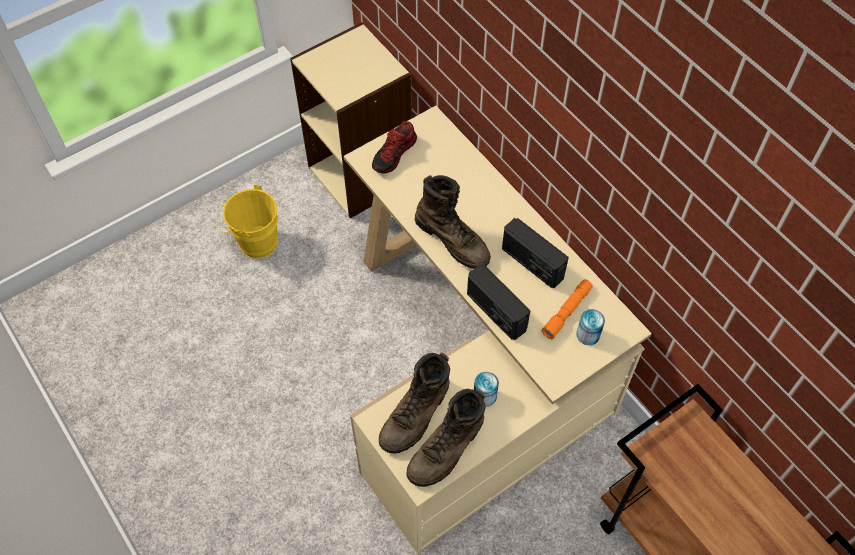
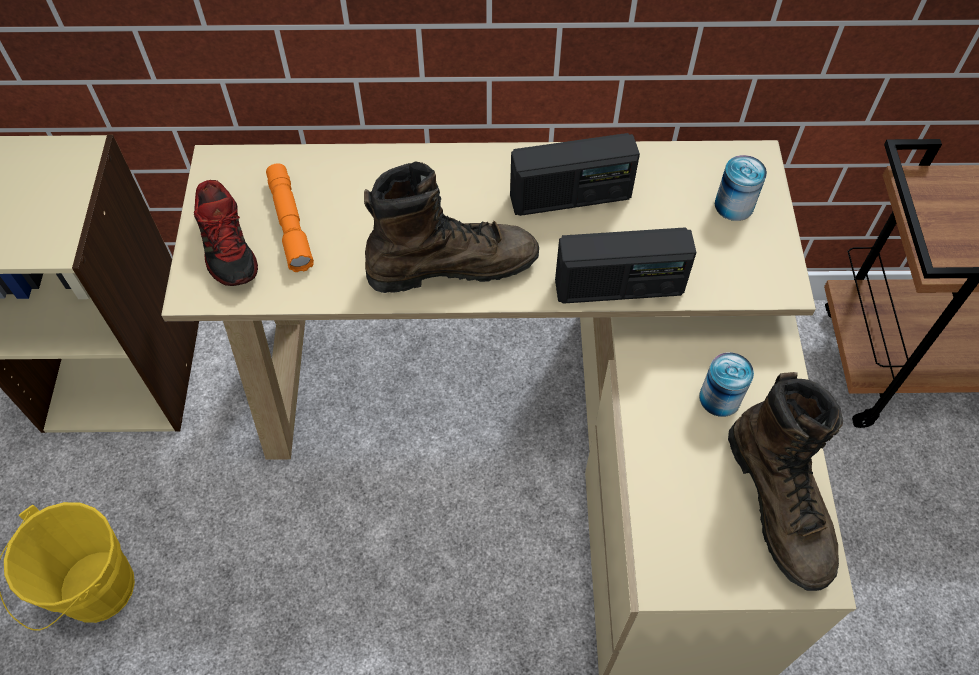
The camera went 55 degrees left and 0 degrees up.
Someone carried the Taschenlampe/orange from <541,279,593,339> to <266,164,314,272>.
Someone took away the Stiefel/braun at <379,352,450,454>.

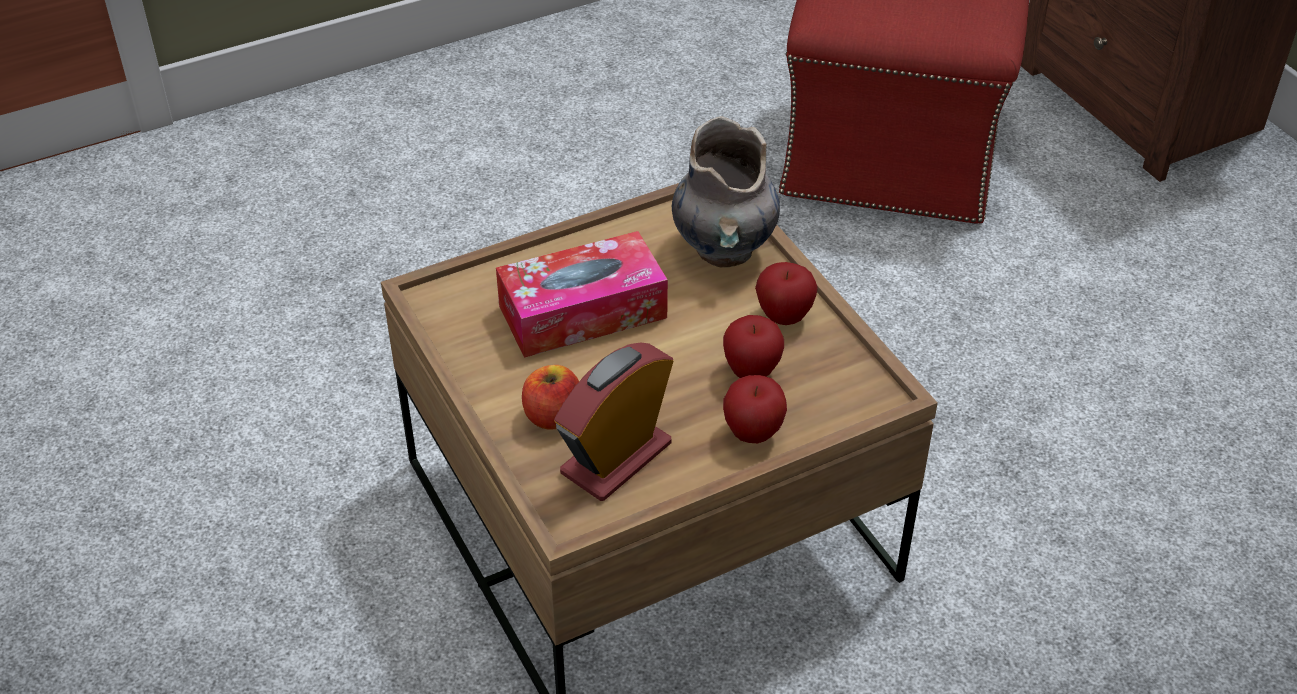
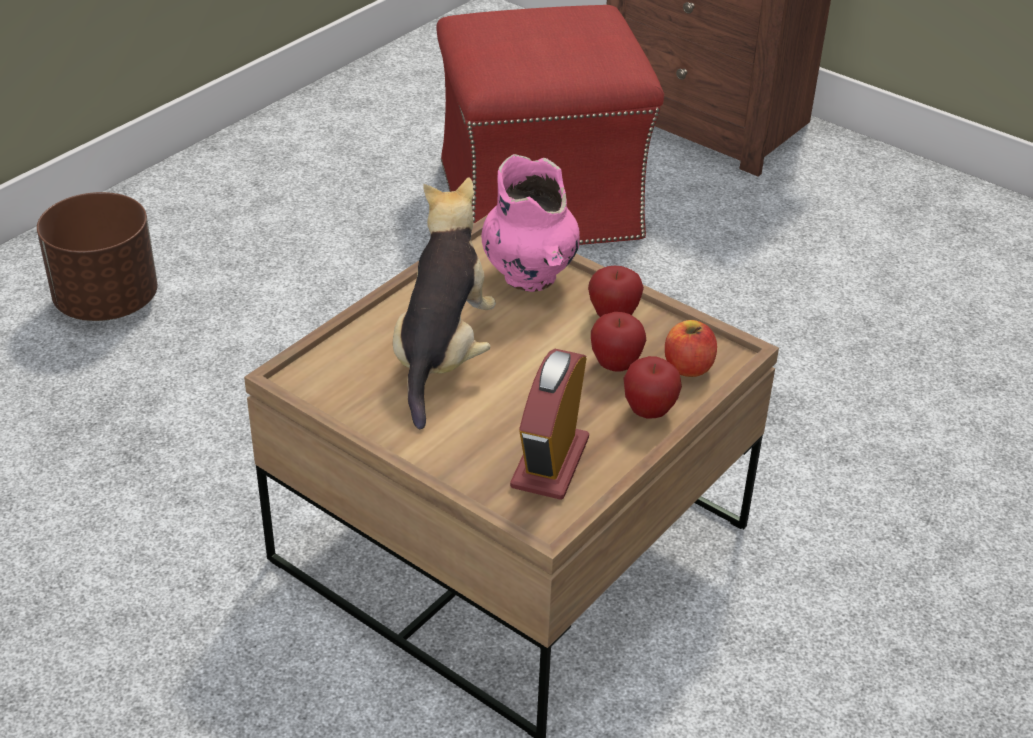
The camera went 25 degrees left and 5 degrees down.
Someone put down the Pflanzkübel/braun at <37,192,158,321>.
Someone swapped the Taschentuchbox at <496,231,668,357> for the Plüschtier at <393,177,496,429>.
Someone repainted the Vase/grau at <672,116,780,268>, which became the Vase/rosa at <481,154,580,292>.
Someone carried the Apfel from <522,365,579,430> to <665,320,717,377>.

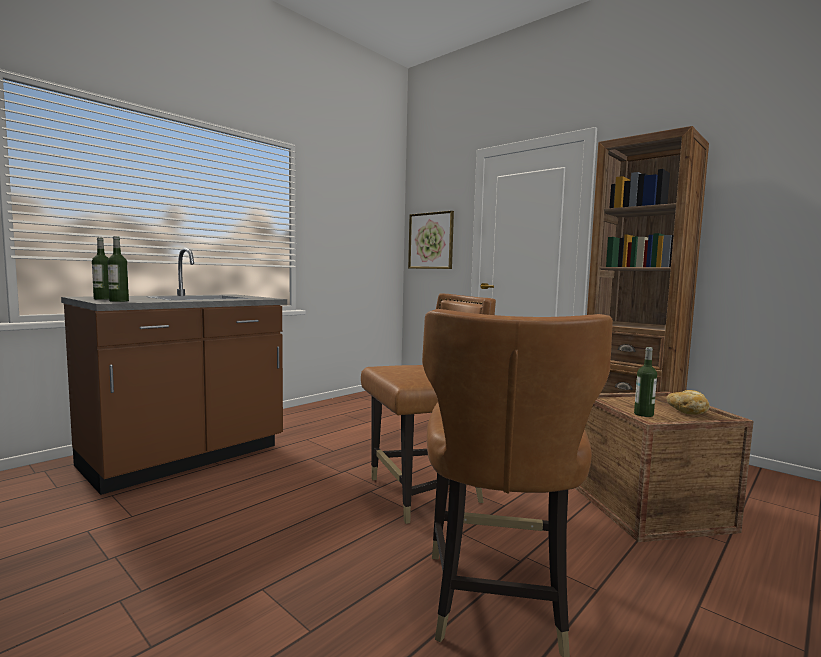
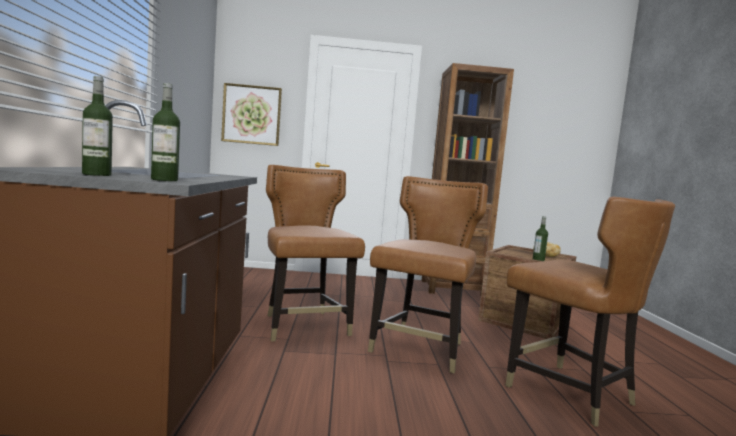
The camera went 45 degrees left and 0 degrees up.
Someone put down the Stuhl/braun at <266,165,365,342>.

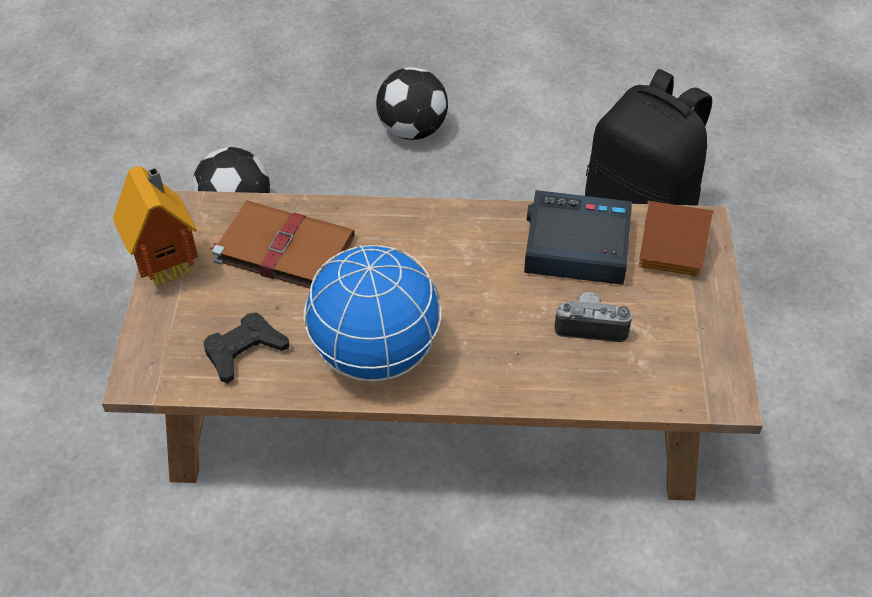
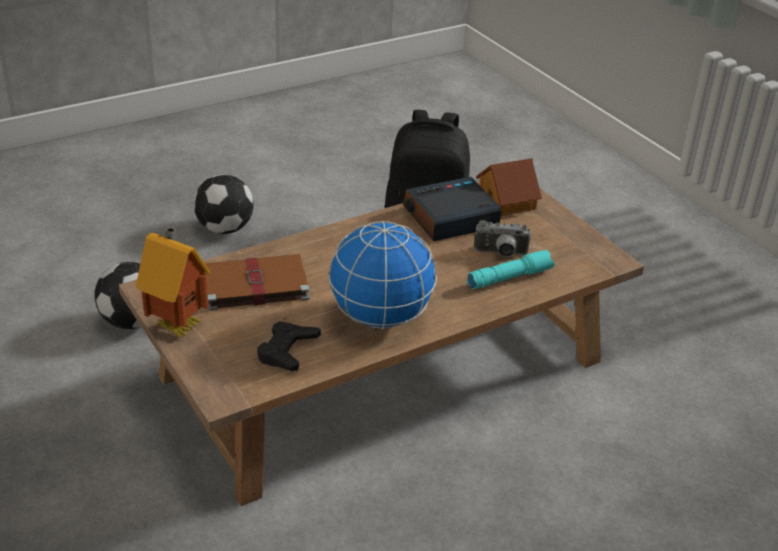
The camera went 35 degrees left and 15 degrees down.
Someone put down the Taschenlampe/türkis at <467,250,554,289>.
Someone rotated the Kamera at <555,292,633,342> by 150 degrees counterclockwise.

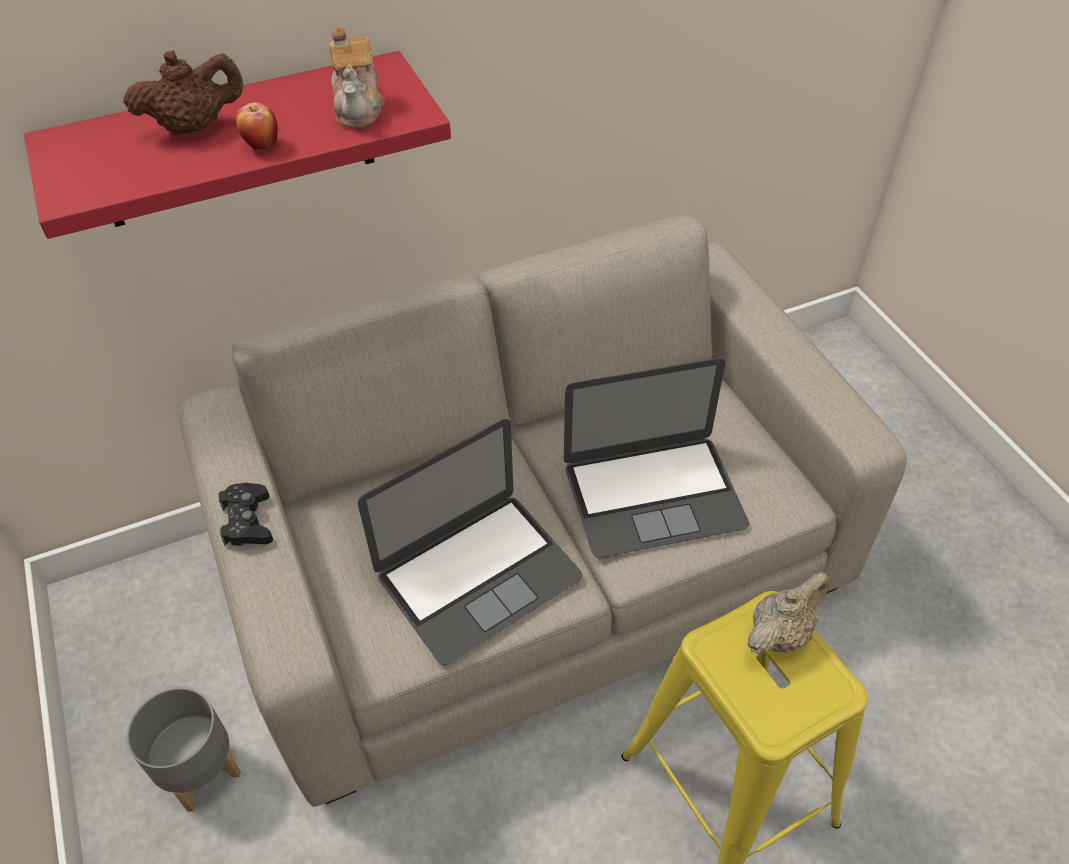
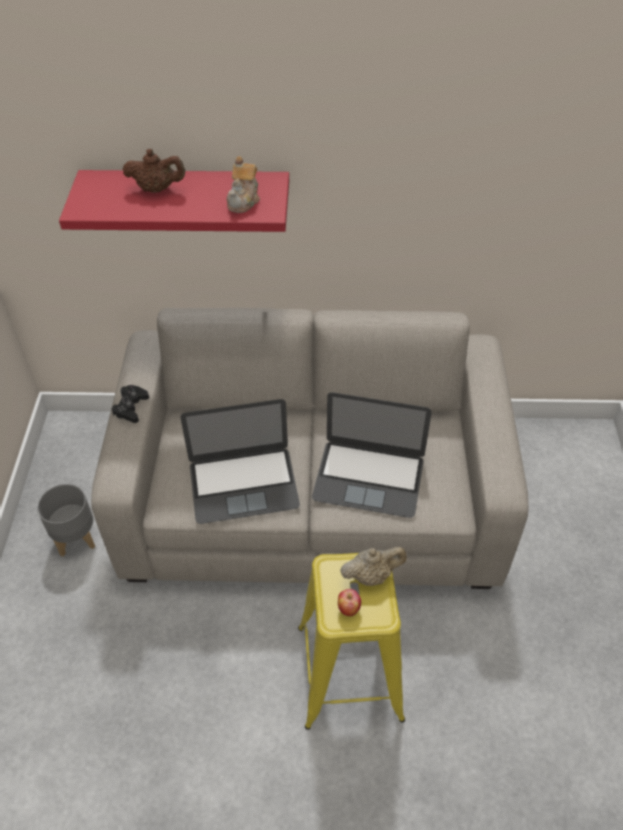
The camera went 25 degrees right and 0 degrees up.
Someone carried the Apfel from <235,102,278,151> to <338,589,361,616>.

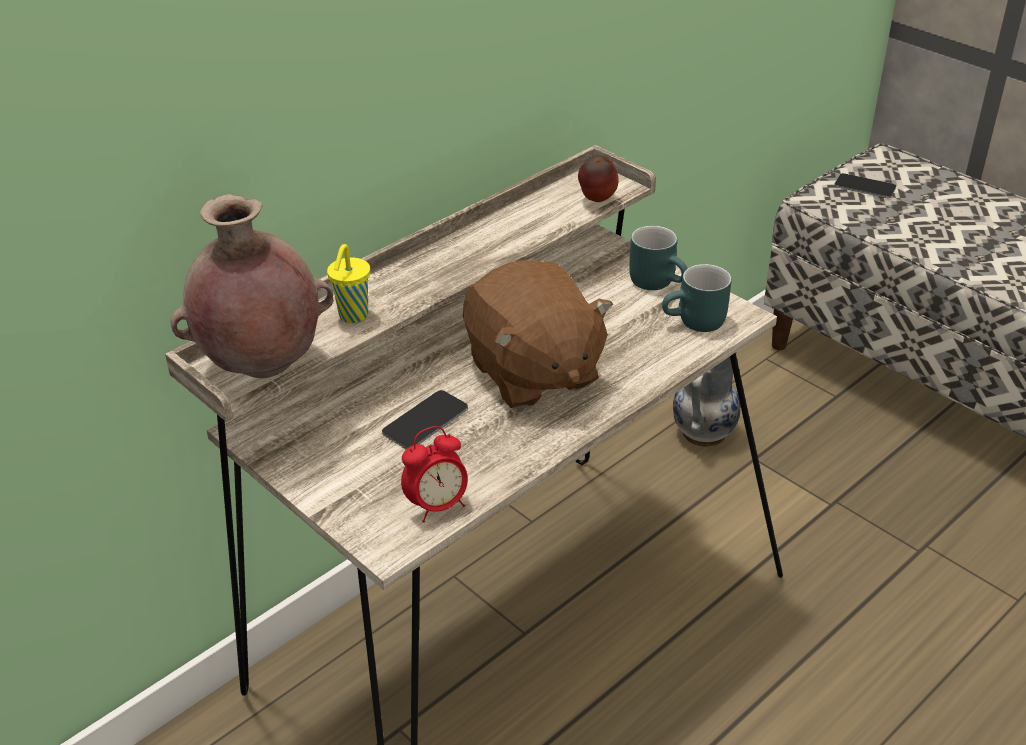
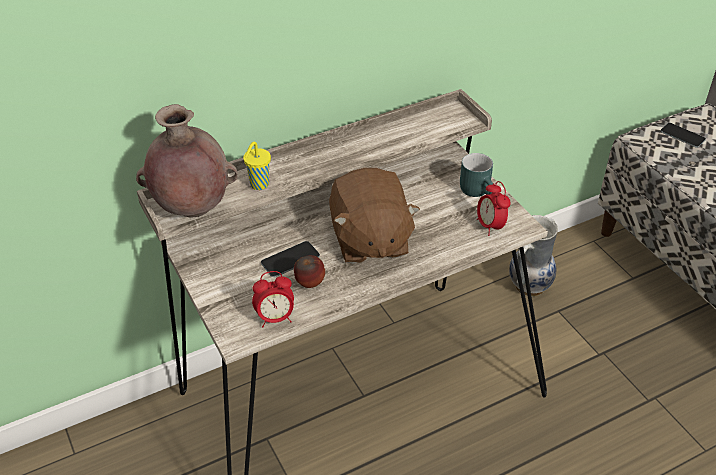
The camera went 15 degrees right and 5 degrees up.
Someone carried the Apfel from <578,155,619,202> to <294,255,325,288>.
Someone swapped the Henkelbecher/türkis at <662,264,732,332> for the Wecker at <477,181,511,236>.

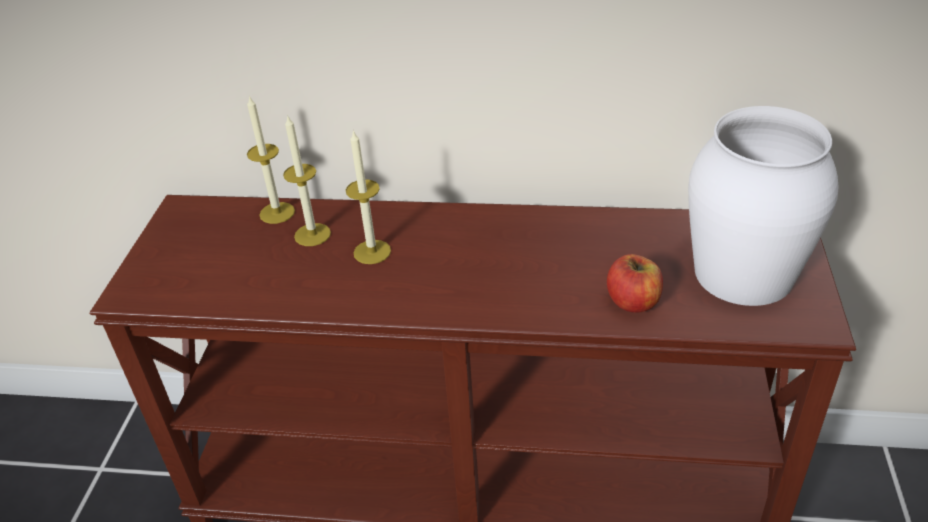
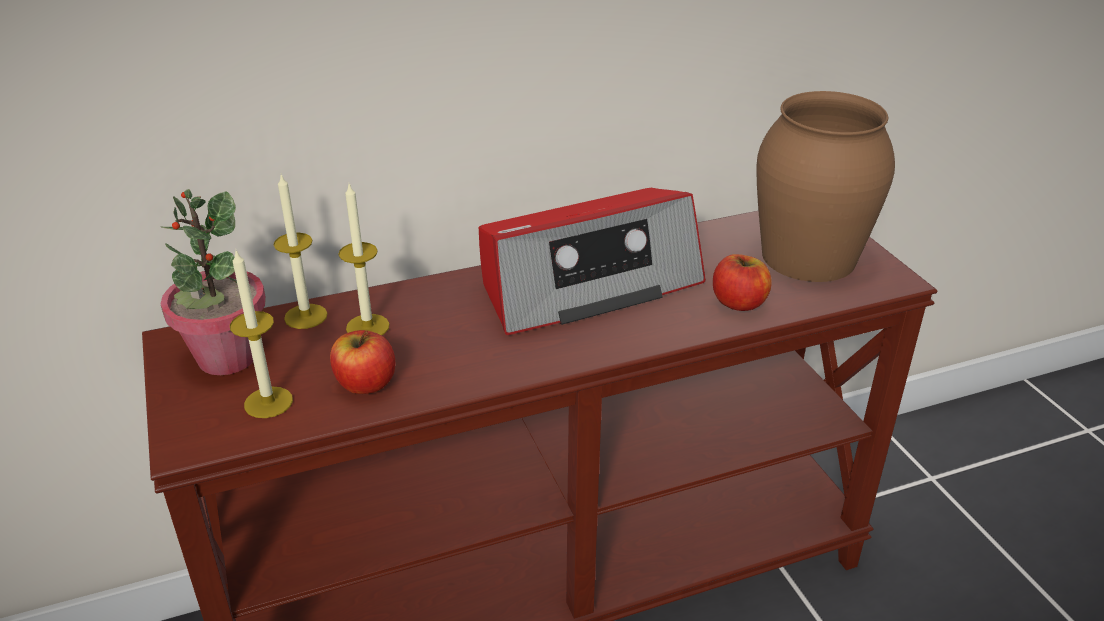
The camera went 30 degrees left and 5 degrees down.
Someone put down the Topfpflanze at <161,189,266,375>.
Someone carried the Kerze from <346,130,391,264> to <230,251,293,418>.
Someone put down the Apfel at <330,330,395,394>.
Someone put down the Radio at <479,188,706,335>.
Someone repainted the Vase/weiß at <688,106,838,306>, which became the Vase/braun at <756,91,895,282>.

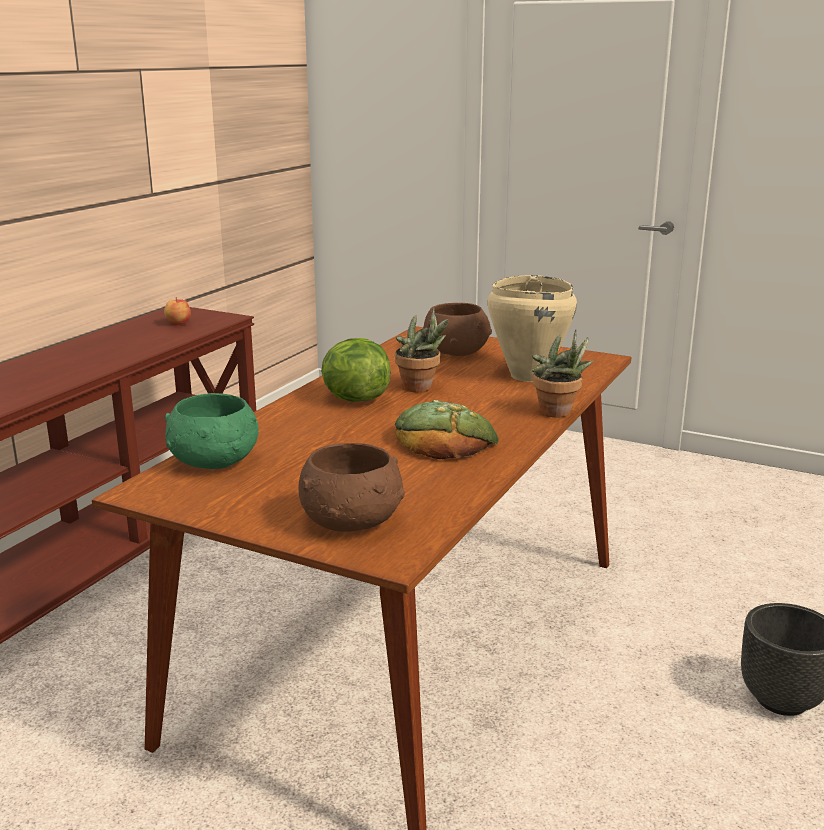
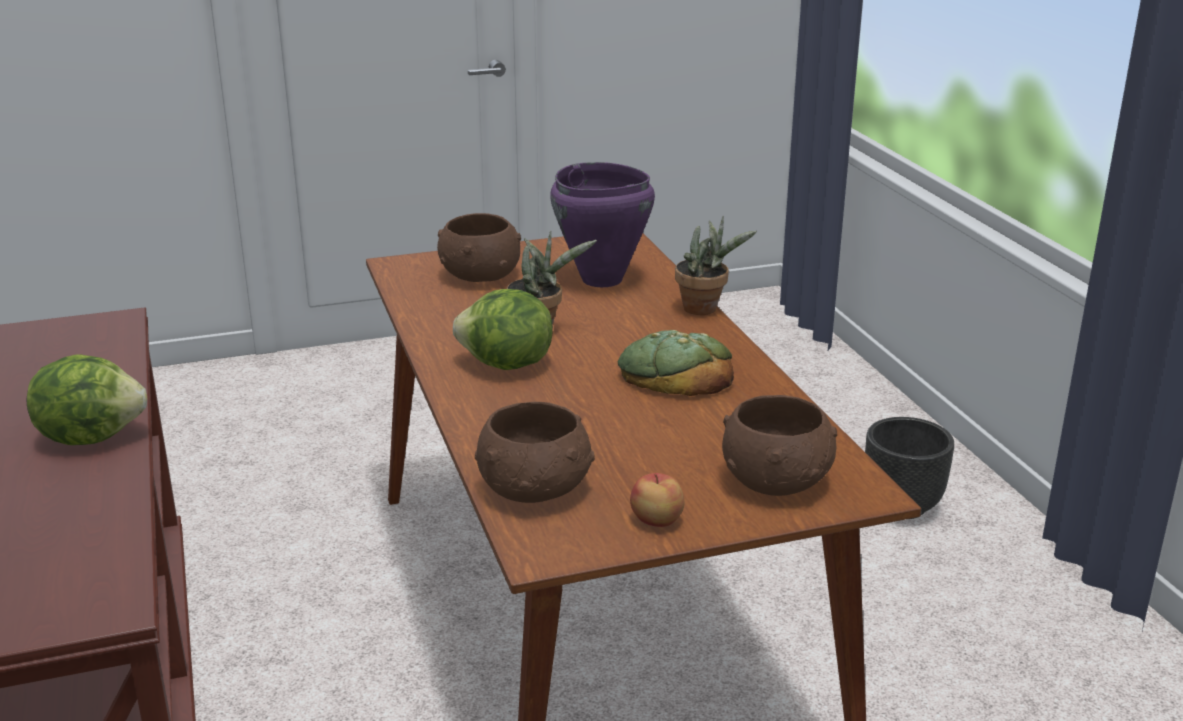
The camera went 45 degrees left and 5 degrees up.
Someone put down the Salatkopf at <27,354,147,445>.
Someone repainted the Schüssel/grün at <165,393,258,469>, which became the Schüssel/braun at <475,402,595,503>.
Someone repainted the Kochtopf/beige at <488,275,577,382>, which became the Kochtopf/lila at <550,162,655,287>.
Someone carried the Apfel from <164,297,191,326> to <630,473,684,527>.

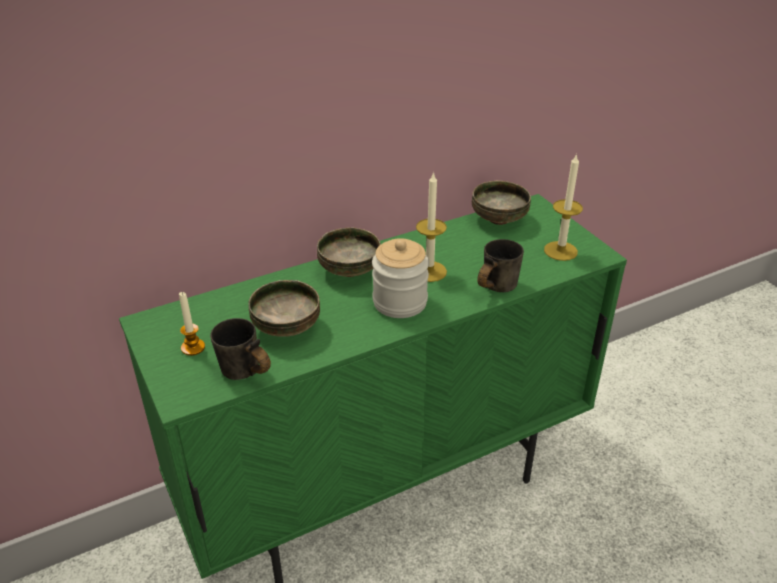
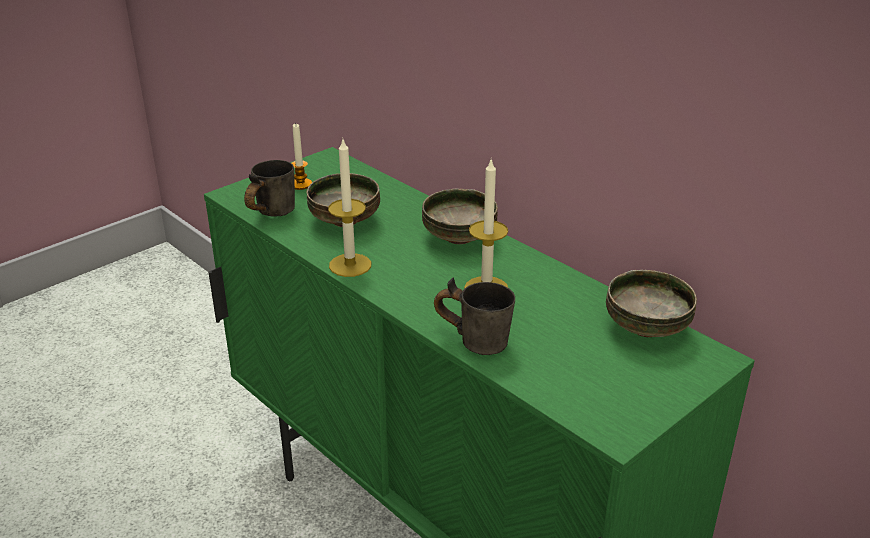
The camera went 75 degrees right and 5 degrees down.
Someone carried the Kerze from <544,153,583,261> to <328,140,371,277>.
Someone took away the Vorratsglas at <372,238,429,318>.

